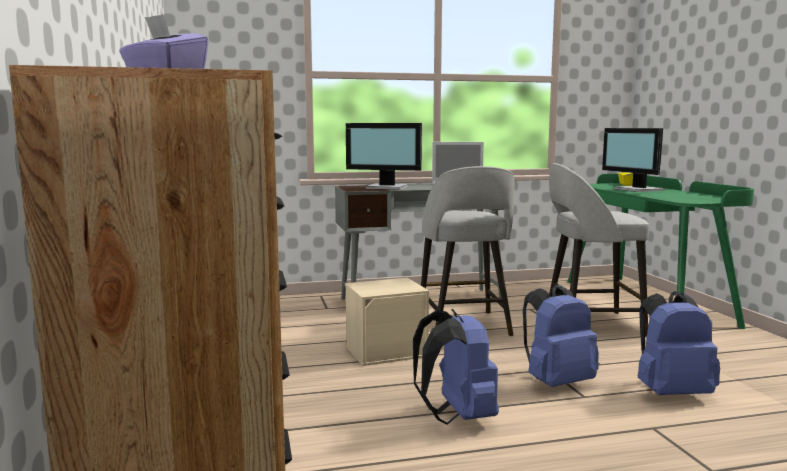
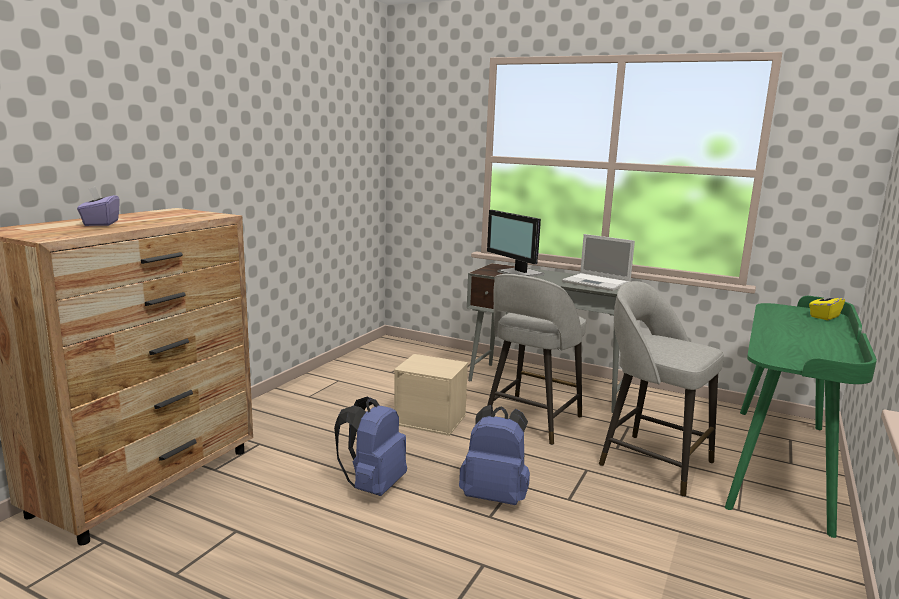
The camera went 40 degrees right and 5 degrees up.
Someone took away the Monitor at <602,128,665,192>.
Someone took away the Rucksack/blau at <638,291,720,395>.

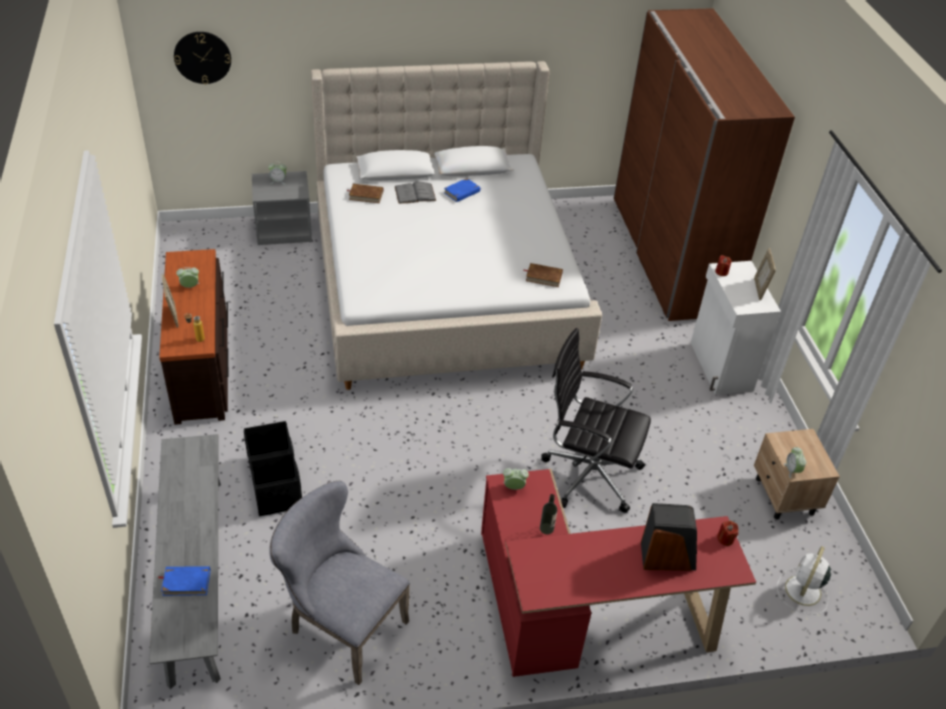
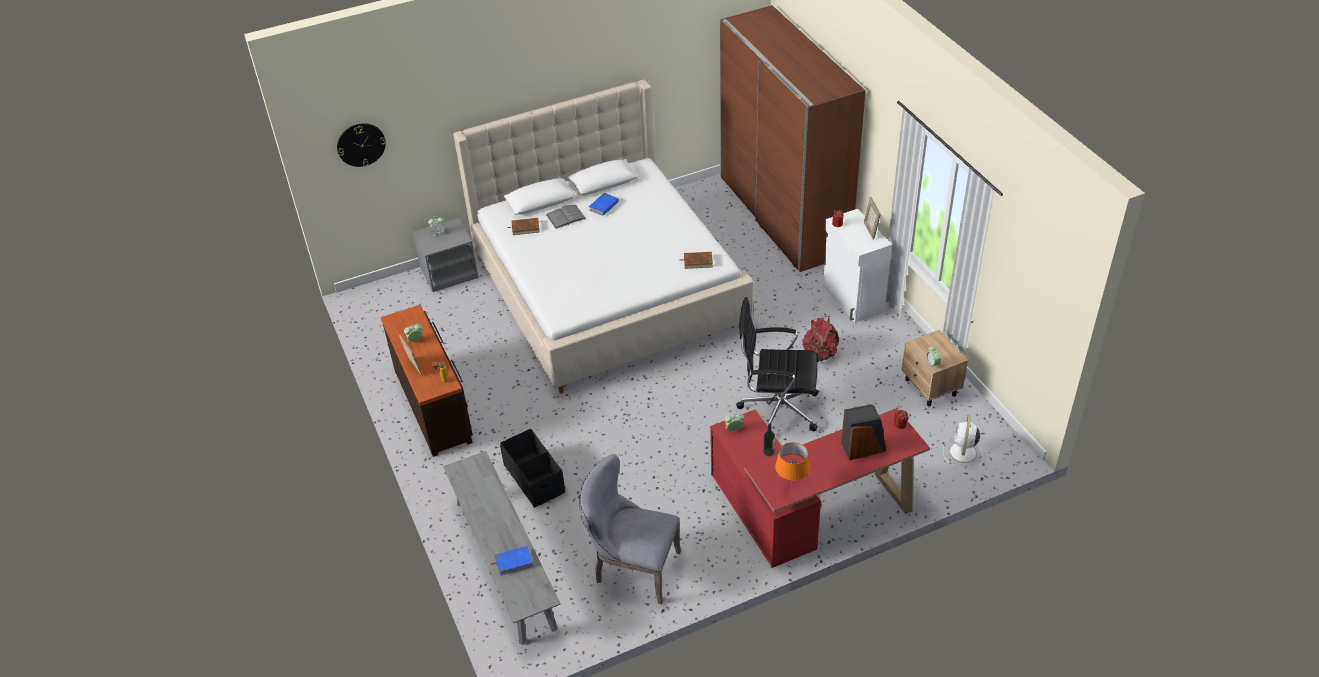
The camera went 10 degrees left and 0 degrees up.
Someone put down the Tischlampe/orange at <775,442,810,488>.
Someone put down the Rucksack/rot at <802,316,839,362>.

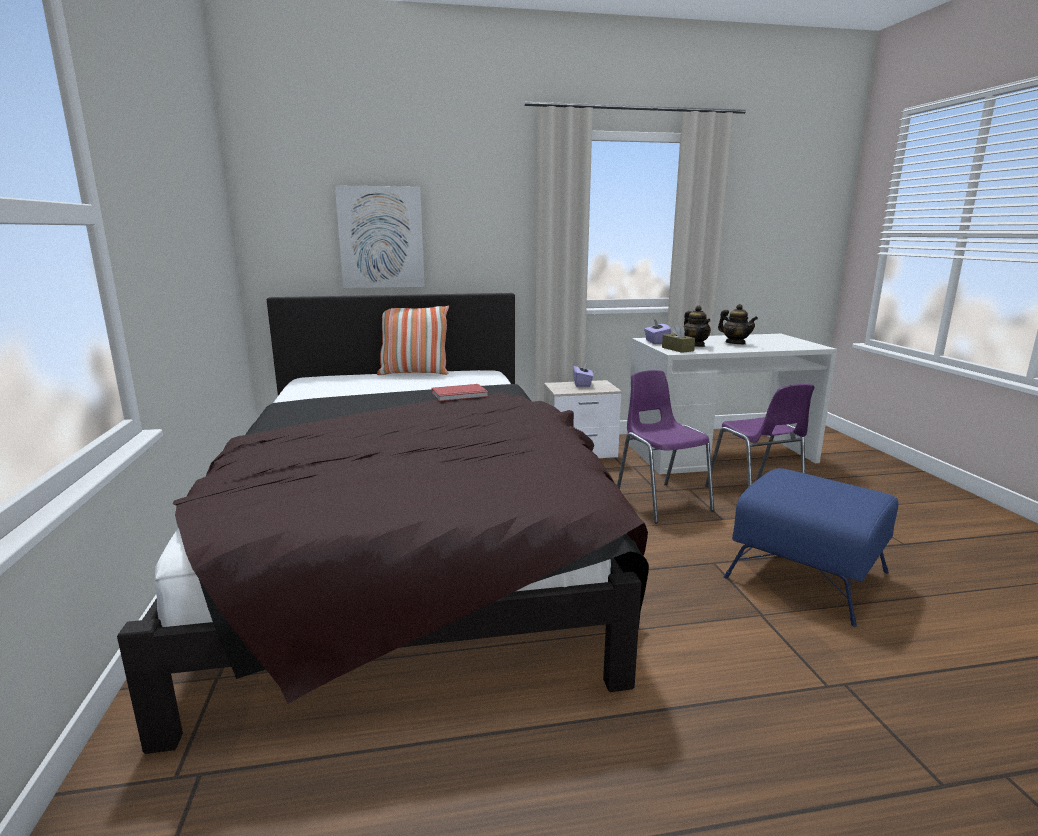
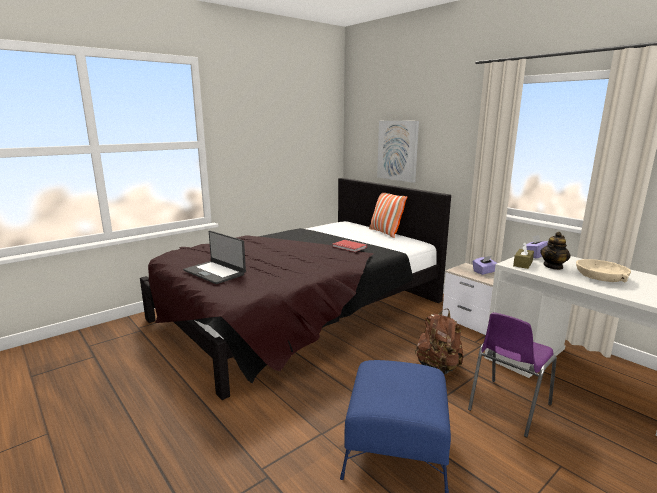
The camera went 60 degrees right and 0 degrees up.
Someone put down the Laptop at <183,231,246,284>.
Someone swapped the Stuhl/lila at <617,370,714,523> for the Rucksack/braun at <415,308,464,375>.
Someone swapped the Teekanne at <718,304,758,344> for the Schüssel/beige at <576,259,631,282>.

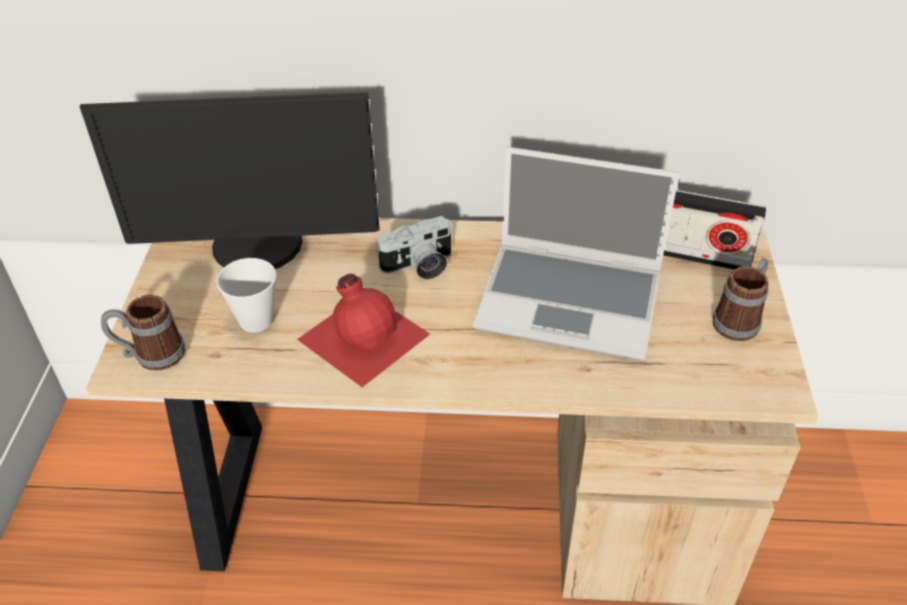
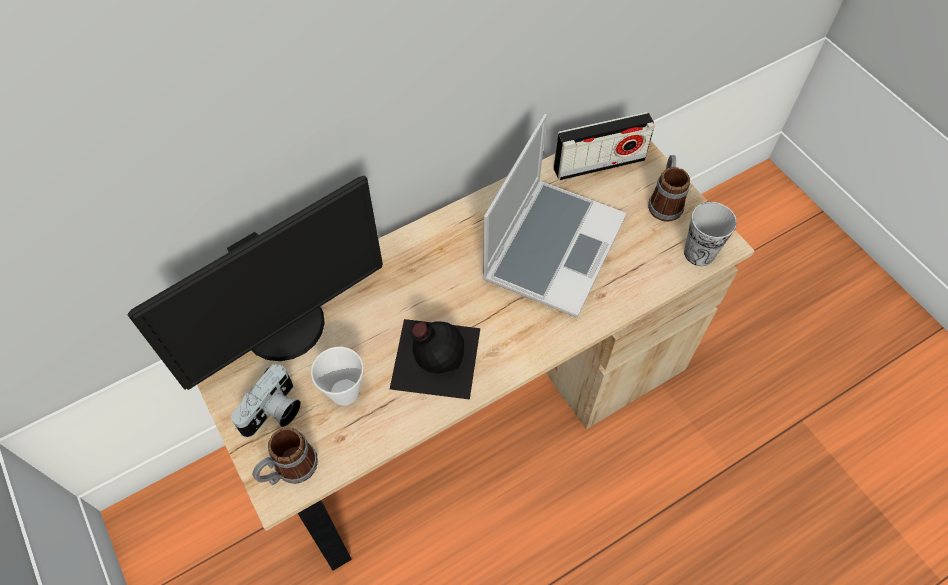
The camera went 35 degrees left and 15 degrees up.
Someone carried the Kamera from <376,216,453,279> to <231,364,301,438>.
Someone repainted the Flasche/rot at <297,274,430,387>, which became the Flasche/schwarz at <390,319,480,400>.
Someone rotated the Laptop at <473,147,680,361> by 45 degrees counterclockwise.
Someone put down the Tasse at <684,202,737,266>.

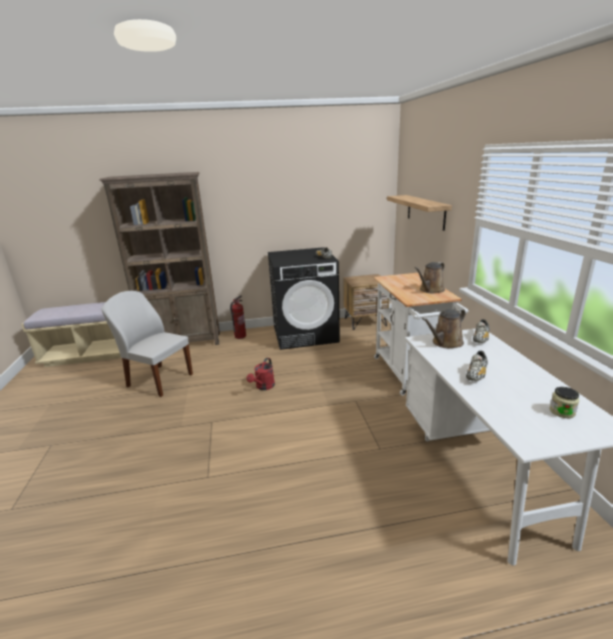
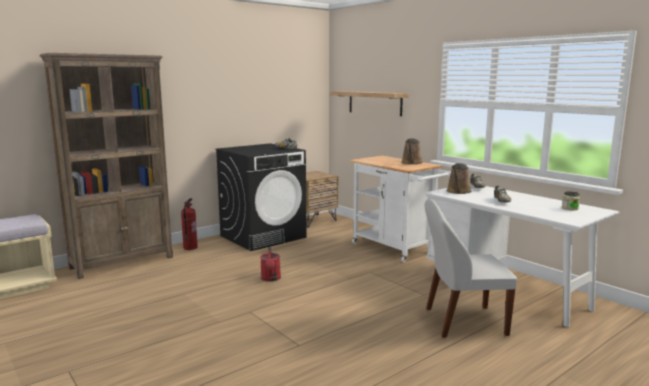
The camera went 30 degrees left and 10 degrees down.
Someone carried the Stuhl/weiß from <101,291,193,397> to <425,199,517,338>.

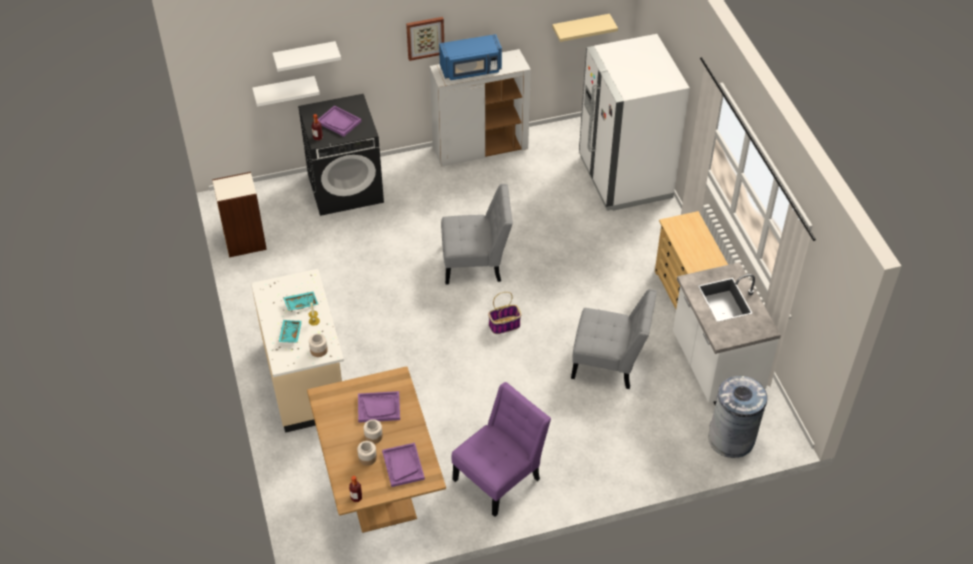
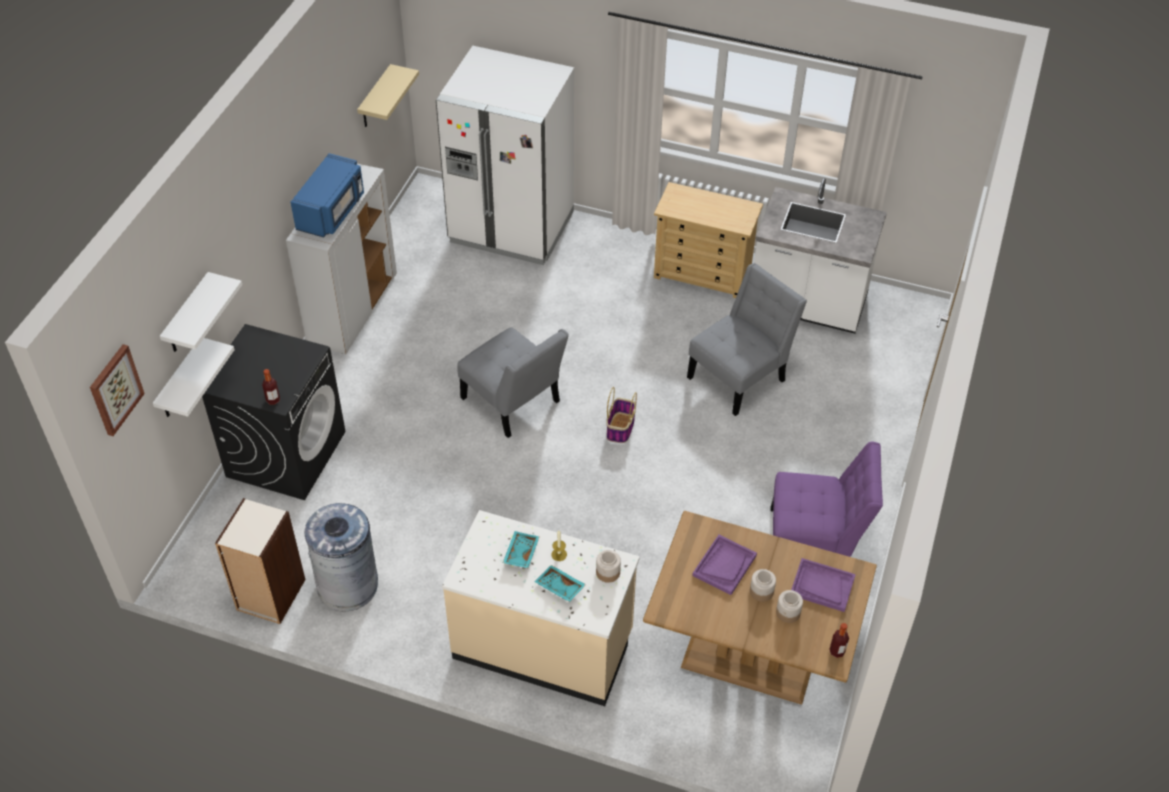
The camera went 55 degrees left and 0 degrees up.
Someone carried the Bild from <406,17,444,61> to <90,344,145,436>.
Someone carried the Mülleimer/grau from <708,376,767,458> to <305,503,378,611>.
Someone rotated the Stuhl/grau at <441,184,513,284> by 105 degrees clockwise.
Someone rotated the Stuhl/lila at <451,382,551,517> by 105 degrees clockwise.
Someone took away the Tablett/lila at <318,105,361,137>.

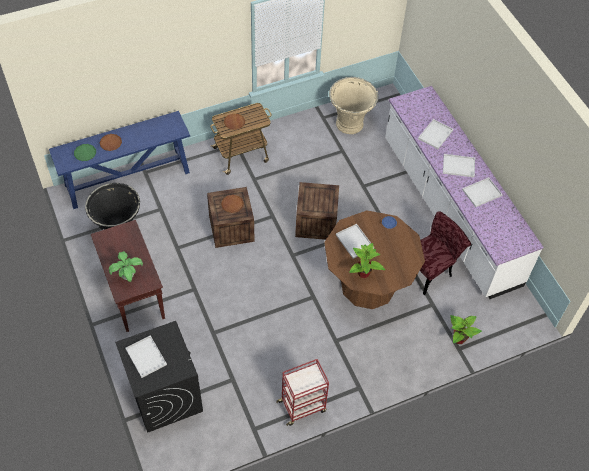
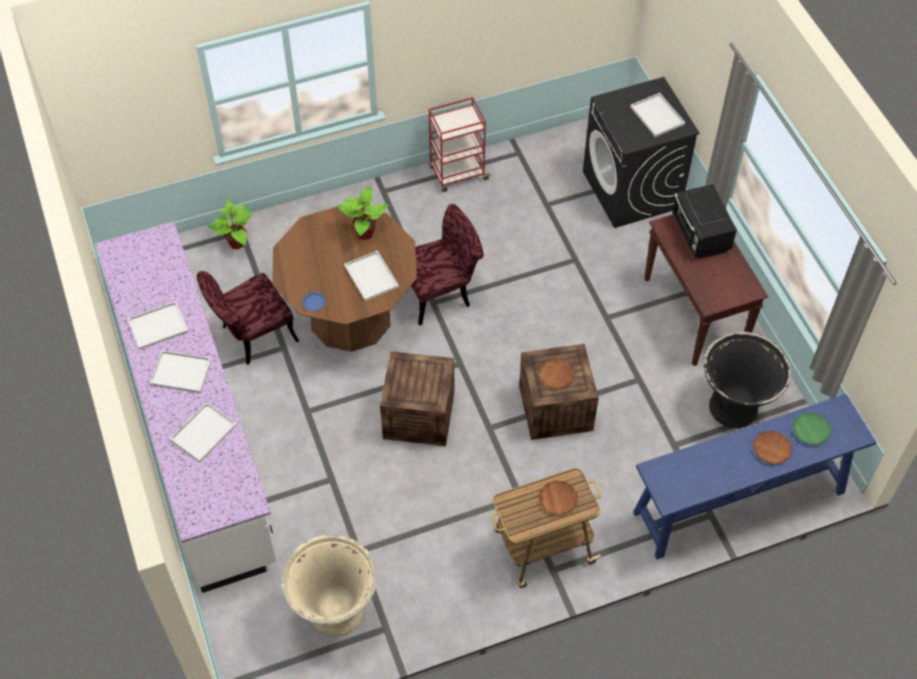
The camera went 175 degrees left and 0 degrees up.
Someone put down the Stuhl/rot at <411,204,484,326>.
Someone swapped the Topfpflanze at <109,251,143,282> for the Mikrowelle/schwarz at <672,184,737,259>.

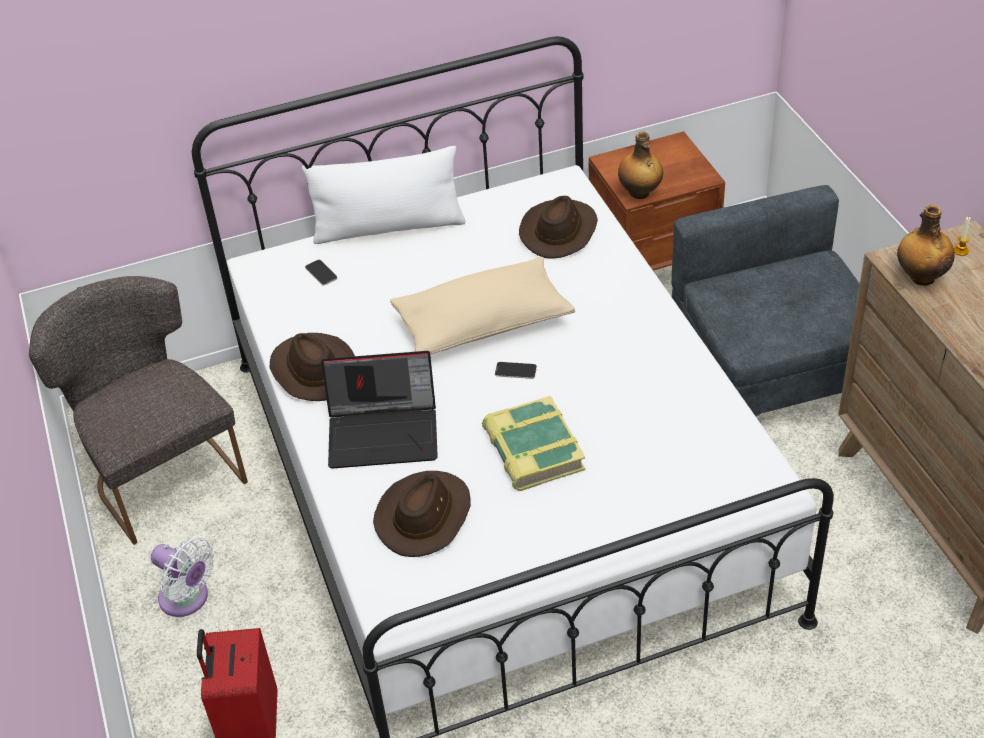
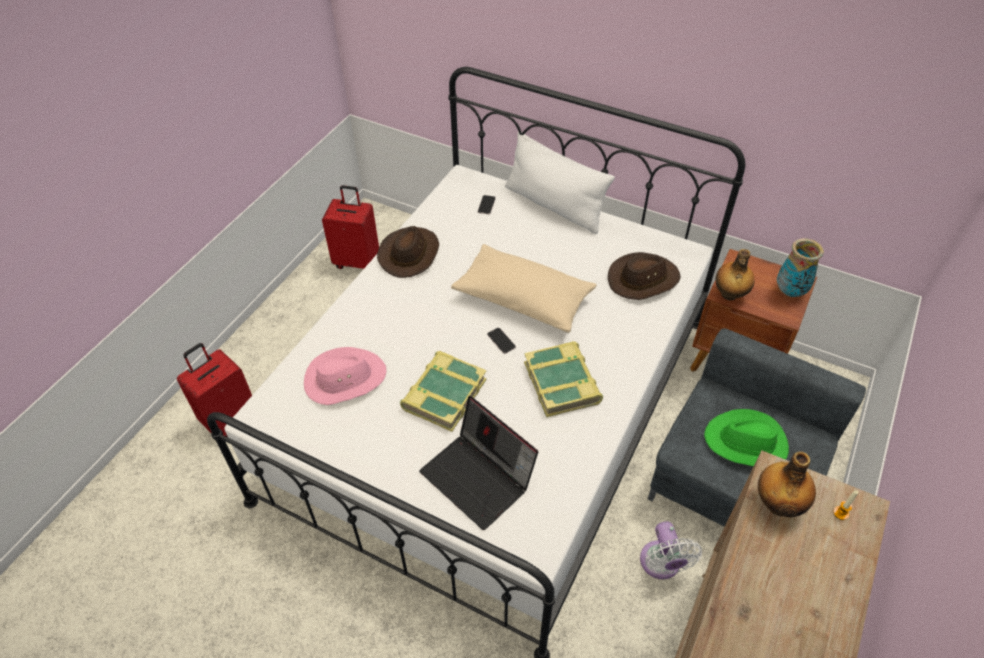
The camera went 45 degrees right and 5 degrees up.
Someone repainted the Hut/braun at <373,471,471,557>, which became the Hut/rosa at <304,347,387,405>.
Someone swapped the Stuhl/grau at <29,276,248,545> for the Koffer/rot at <322,185,379,269>.
Someone carried the Laptop from <321,351,438,469> to <419,396,538,530>.
Someone put down the Buch at <524,341,603,417>.
Someone carried the Ventilator/weiß from <151,537,215,617> to <640,522,702,579>.
Someone put down the Hut/grün at <704,409,789,466>.
Someone put down the Vase at <777,238,824,297>.

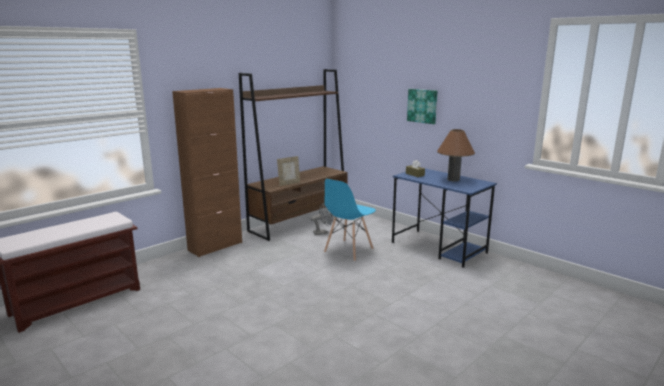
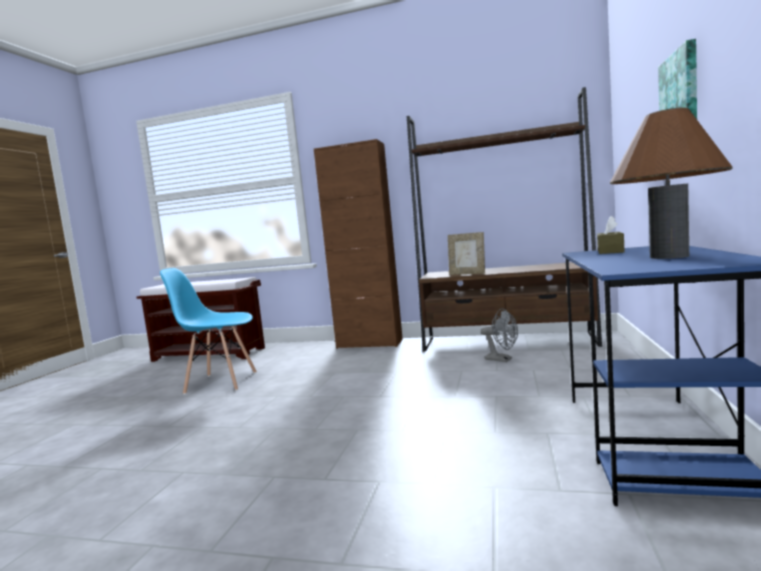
The camera went 60 degrees right and 10 degrees down.
Someone carried the Stuhl/blau from <324,179,376,261> to <160,268,257,395>.

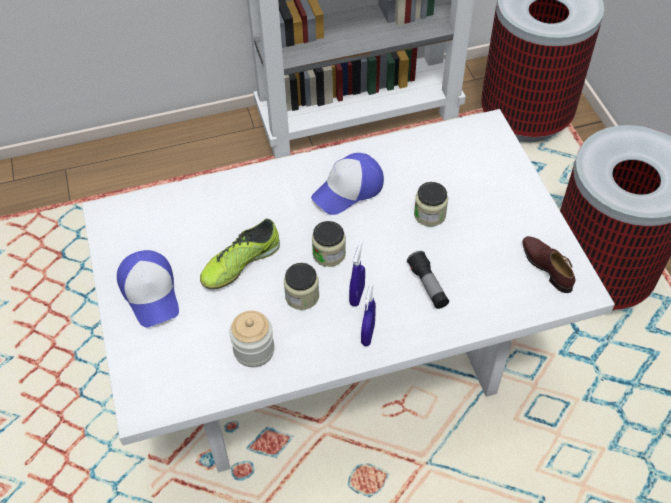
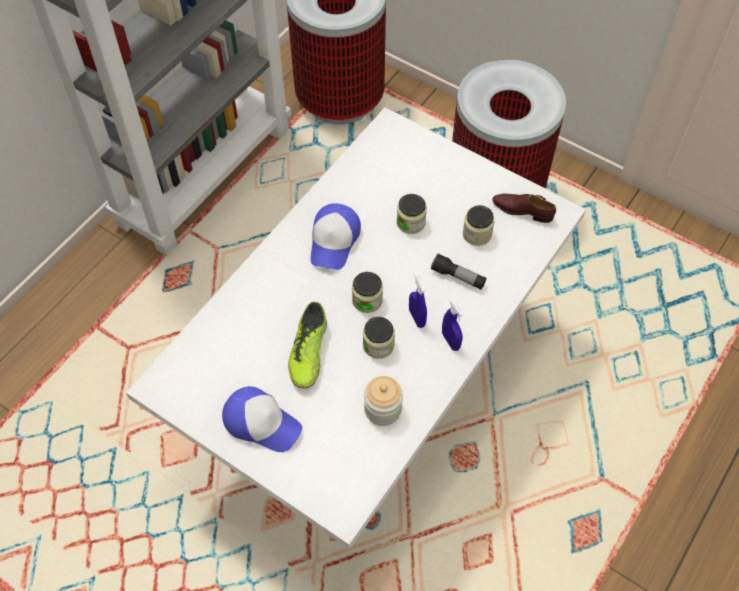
The camera went 40 degrees left and 5 degrees up.
Someone put down the Vorratsglas at <463,205,494,246>.

